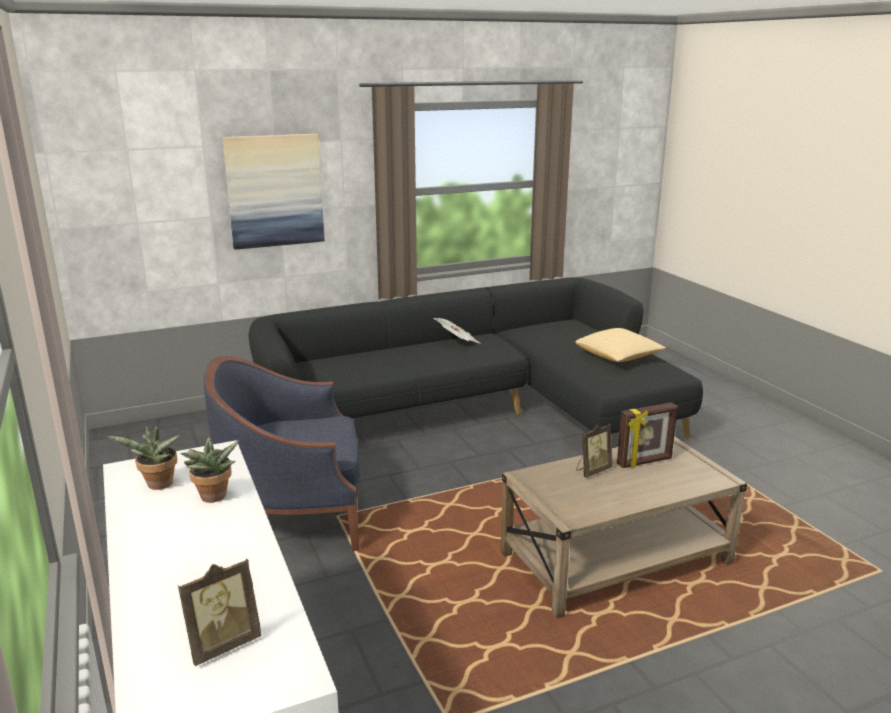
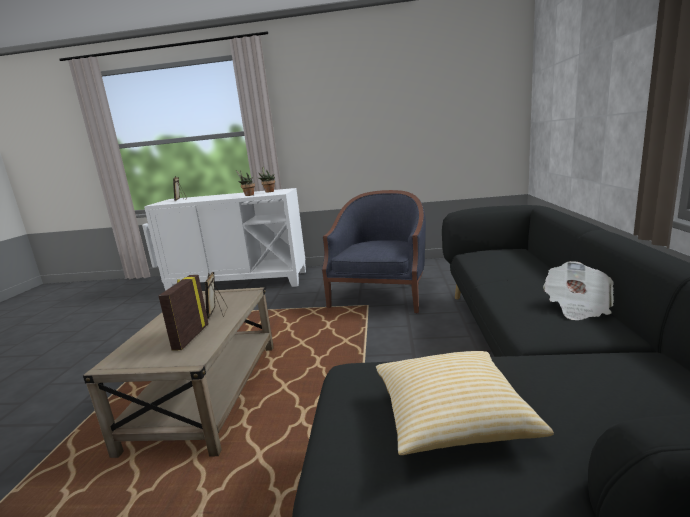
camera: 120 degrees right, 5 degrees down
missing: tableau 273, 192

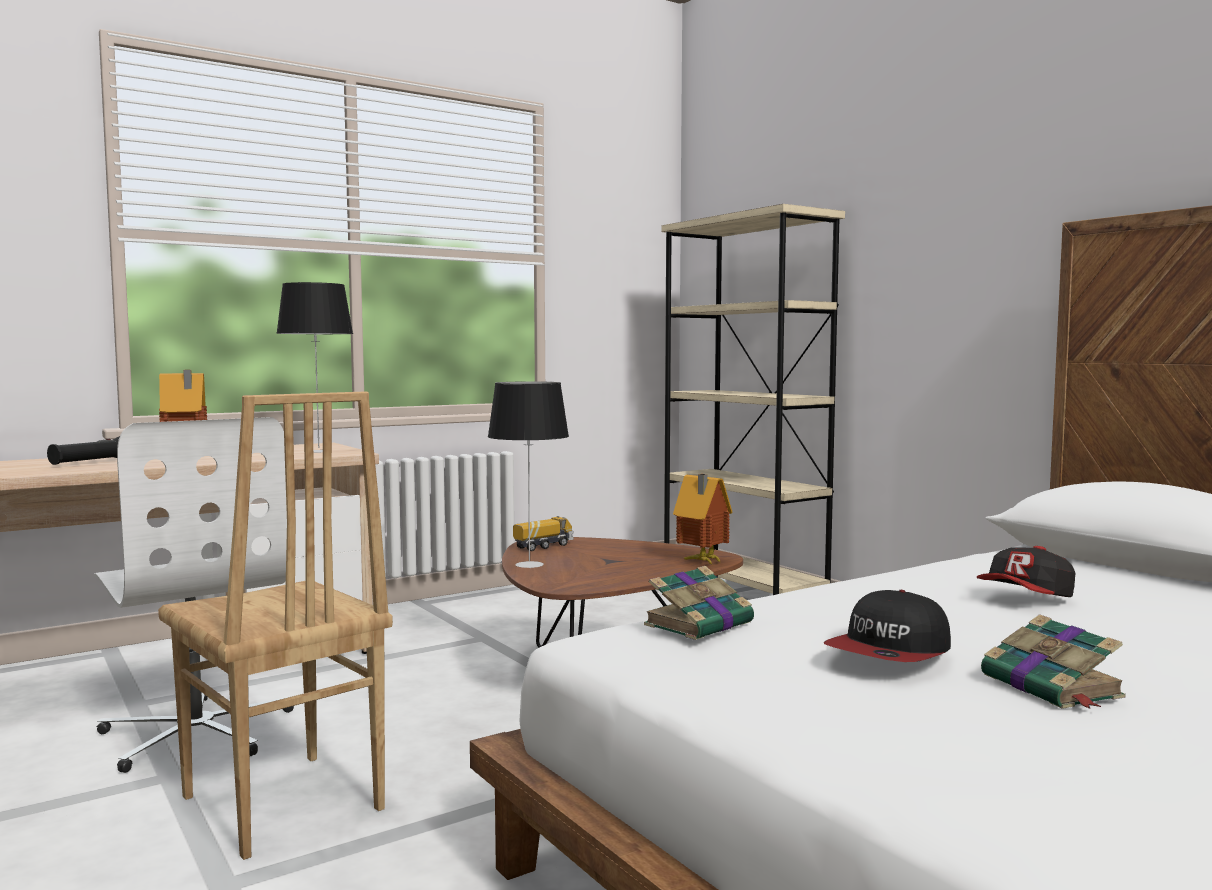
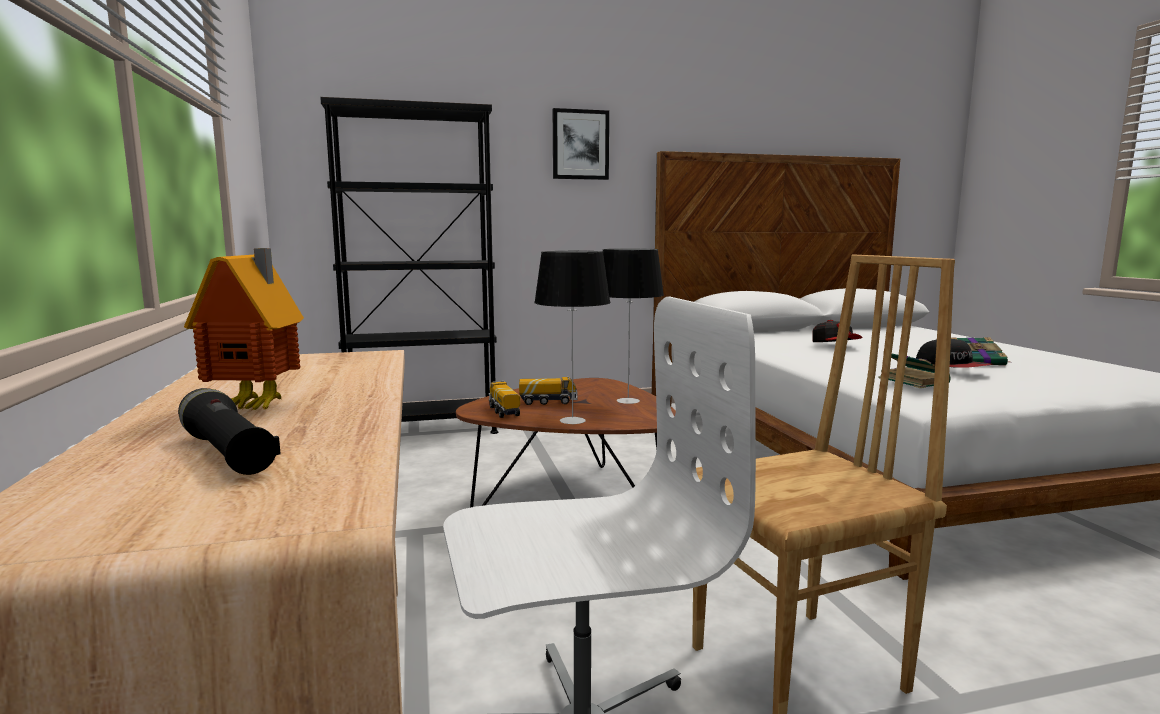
camera: 70 degrees left, 5 degrees up
missing: maison miniature 703, 519
appeared: camion jouet 548, 390; tableau 581, 144
relocated: lampe de table 314, 367 to 633, 326
colour: bibliothèque/beige 753, 399 to bibliothèque/noir 409, 265

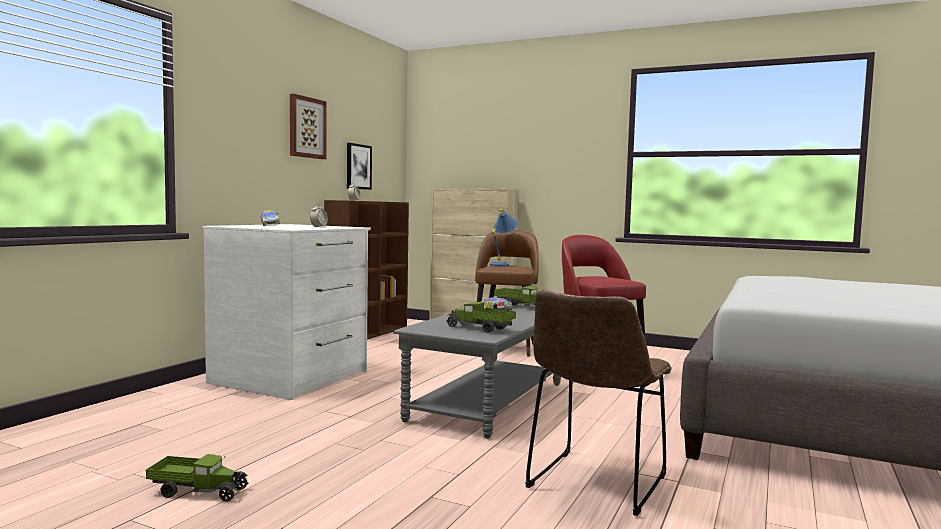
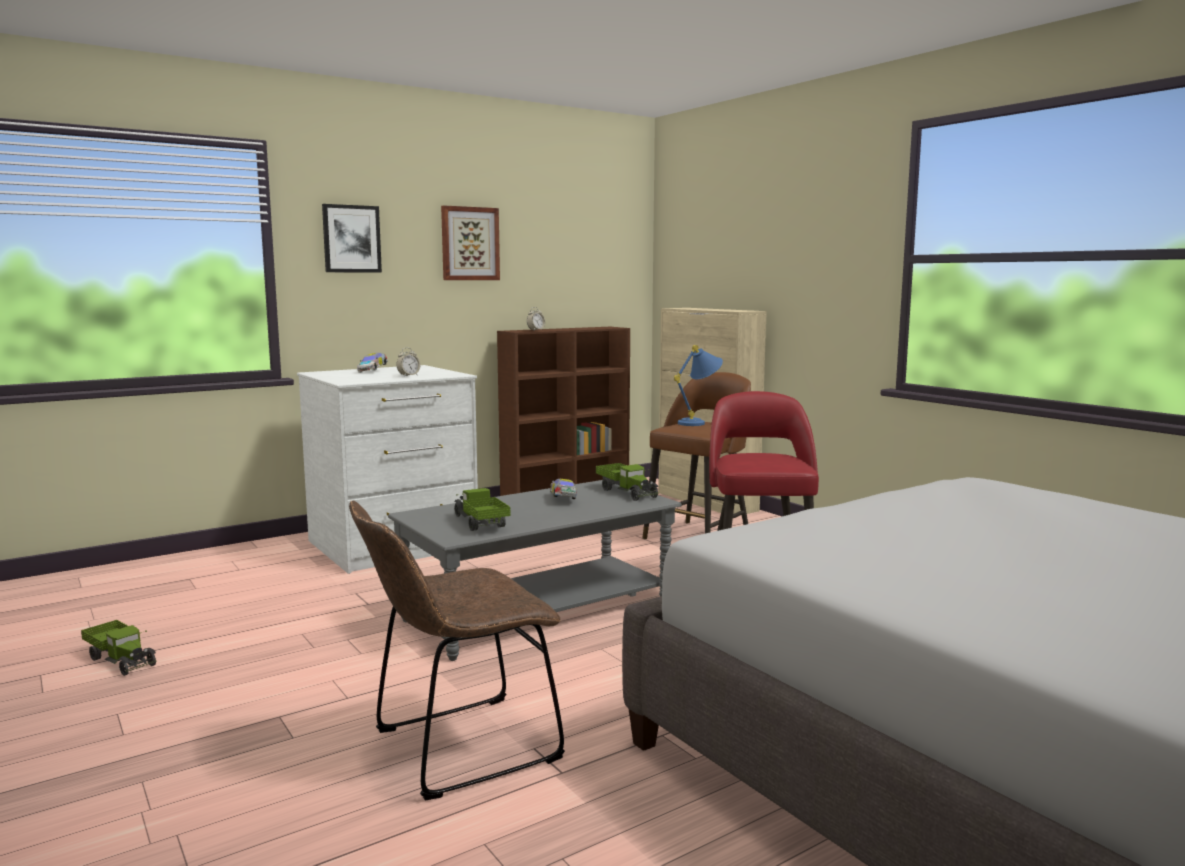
camera: 30 degrees right, 5 degrees up
relocated: tableau 359, 166 to 352, 238

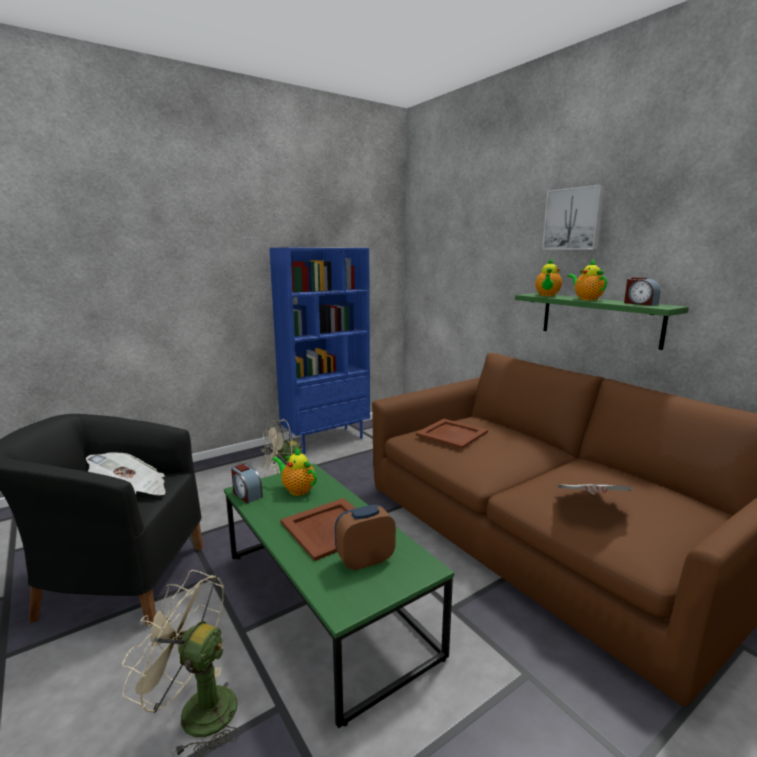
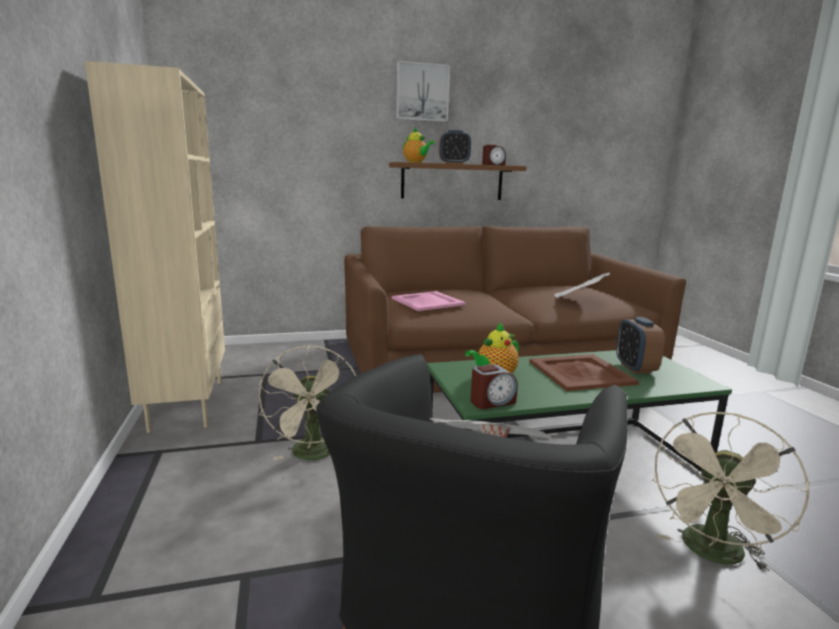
camera: 70 degrees left, 0 degrees up
exchanged: théière 587, 279 to réveil 455, 147
colour: bibliothèque/bleu 319, 351 to bibliothèque/beige 155, 247; plateau/marron 452, 434 to plateau/rose 429, 301; étagère/vert 602, 321 to étagère/marron 458, 181

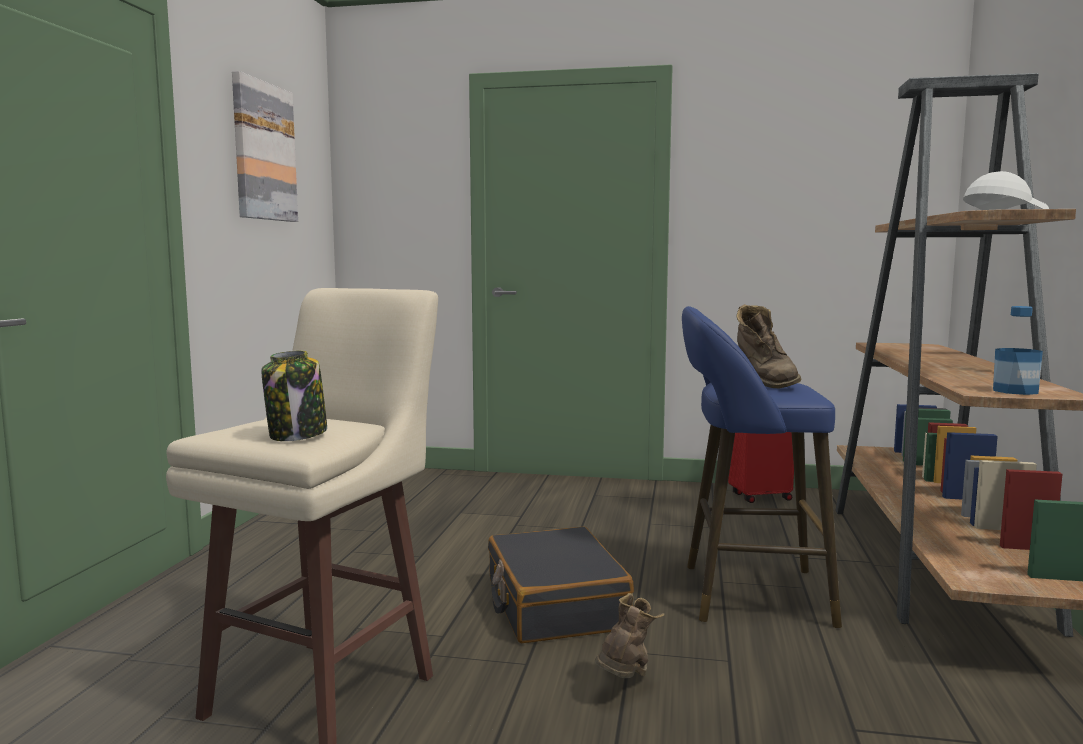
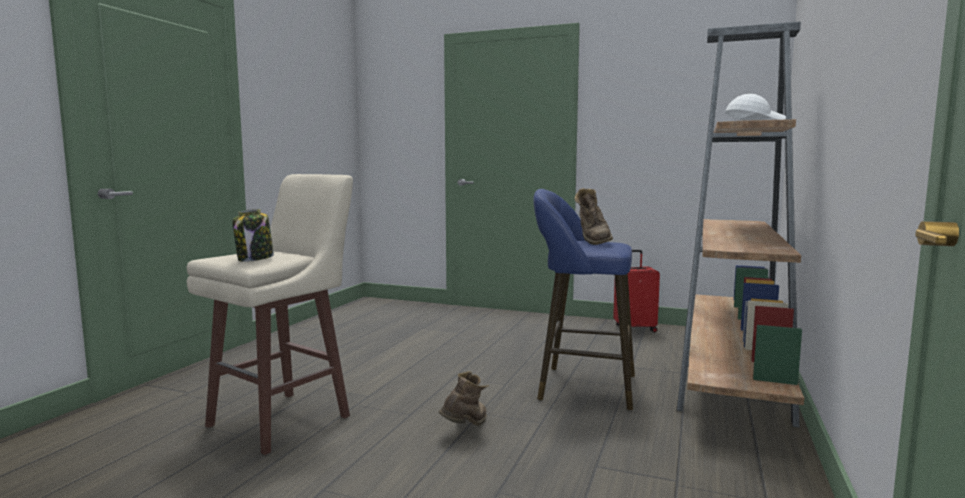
camera: 10 degrees right, 0 degrees up
missing: tableau 265, 146; valise/noir 561, 585; bouteille 1018, 350

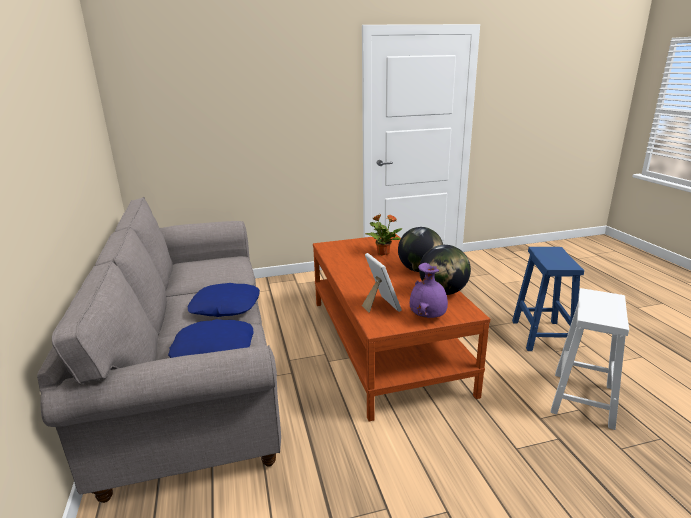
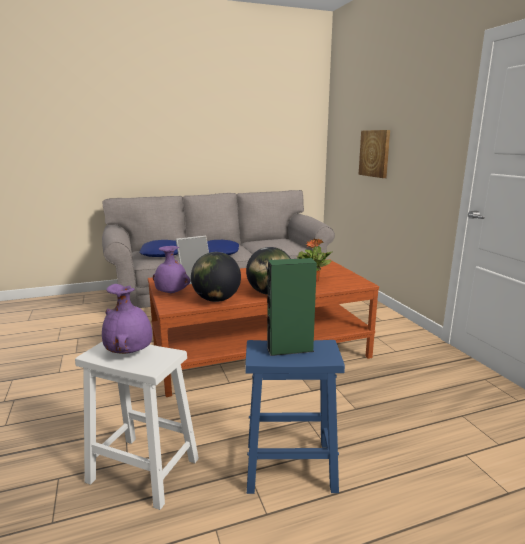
camera: 85 degrees right, 5 degrees down
appeared: vase/violet 127, 319; enceinte/vert 292, 307; tableau 374, 154

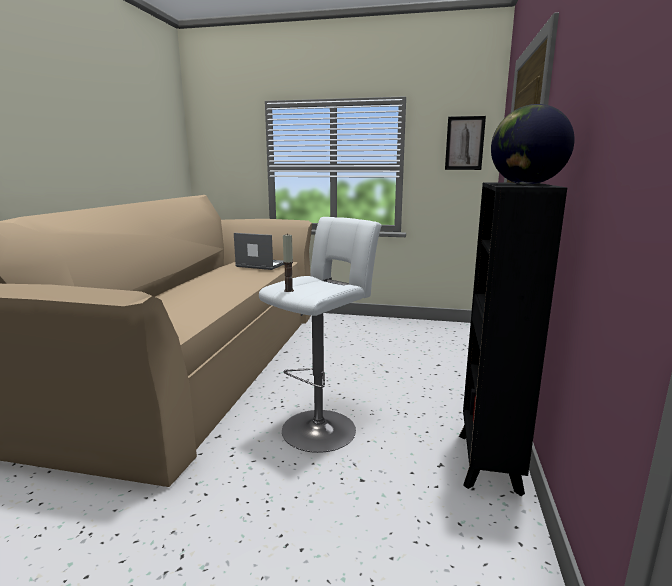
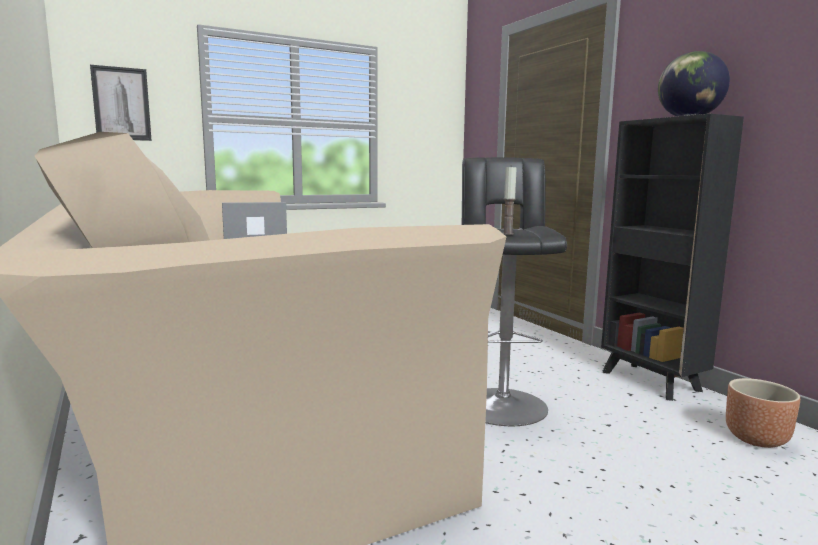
camera: 40 degrees left, 5 degrees down
appeared: cache-pot/marron 763, 413
relocated: tableau 465, 143 to 121, 103
colour: tabouret/blanc 320, 335 to tabouret/noir 514, 291

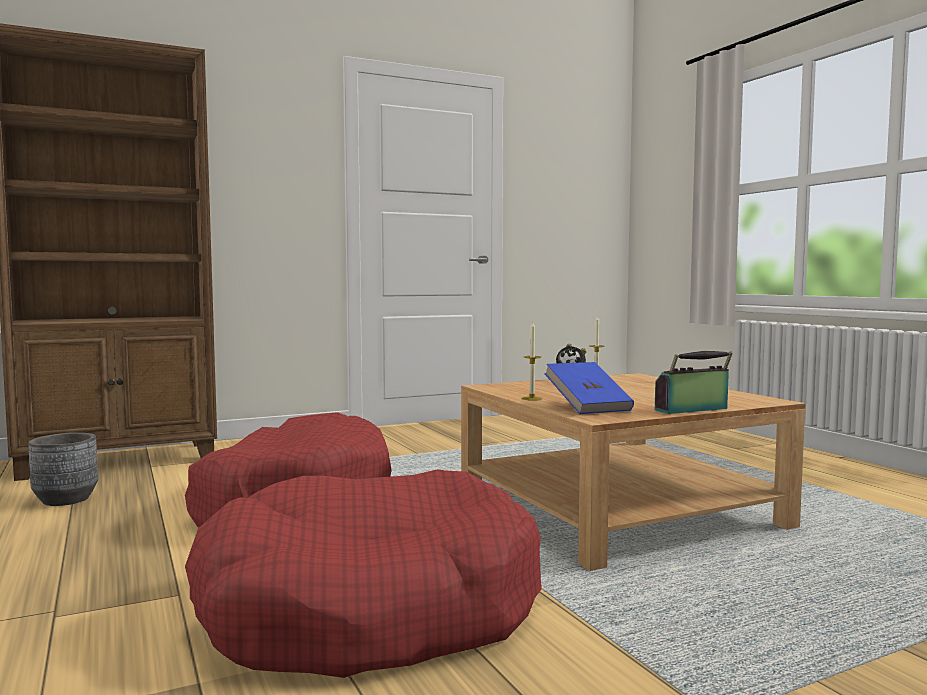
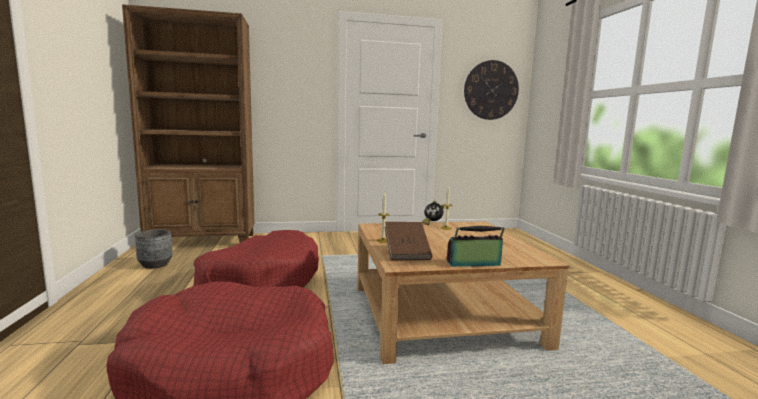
camera: 15 degrees right, 5 degrees up
appeared: horloge murale 491, 90
colour: livre/bleu 589, 388 to livre/marron 408, 241

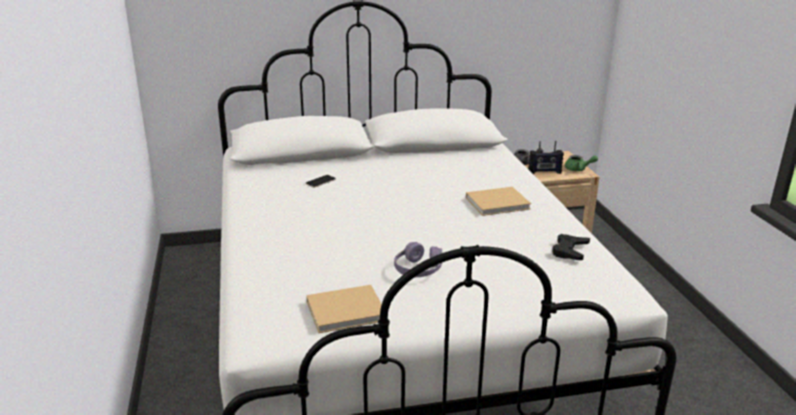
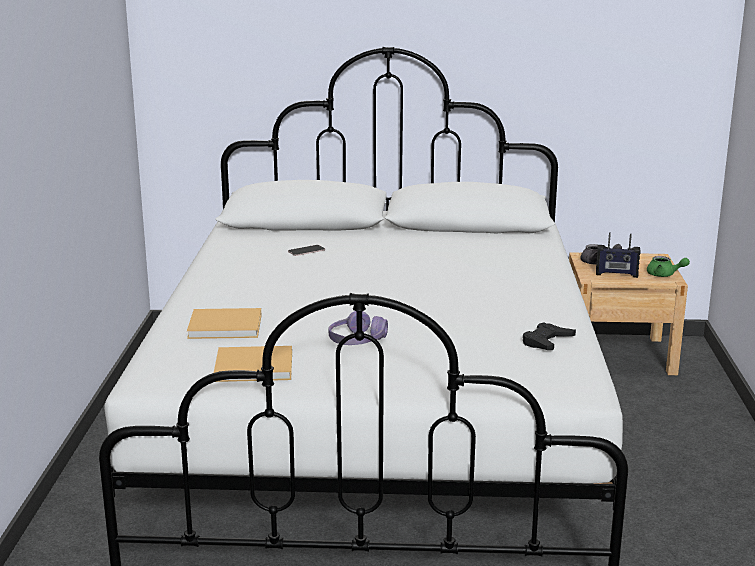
camera: 15 degrees right, 5 degrees down
relocated: livre/beige 498, 201 to 224, 323

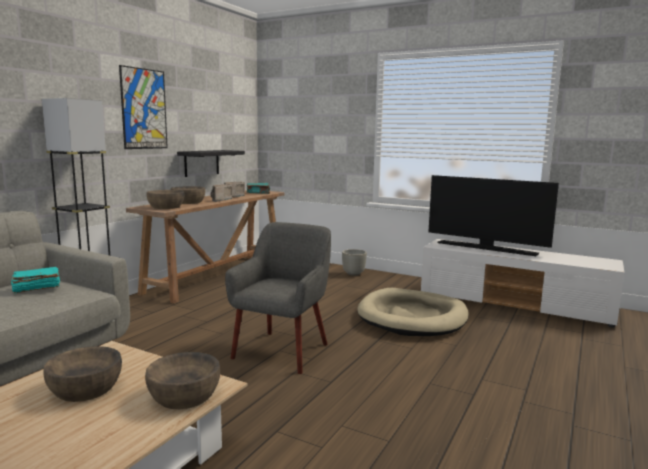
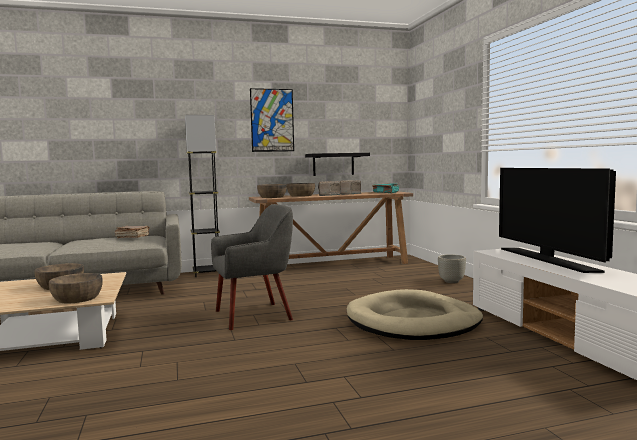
camera: 45 degrees right, 5 degrees down
colour: livre/turquoise 35, 280 to livre/marron 132, 232

